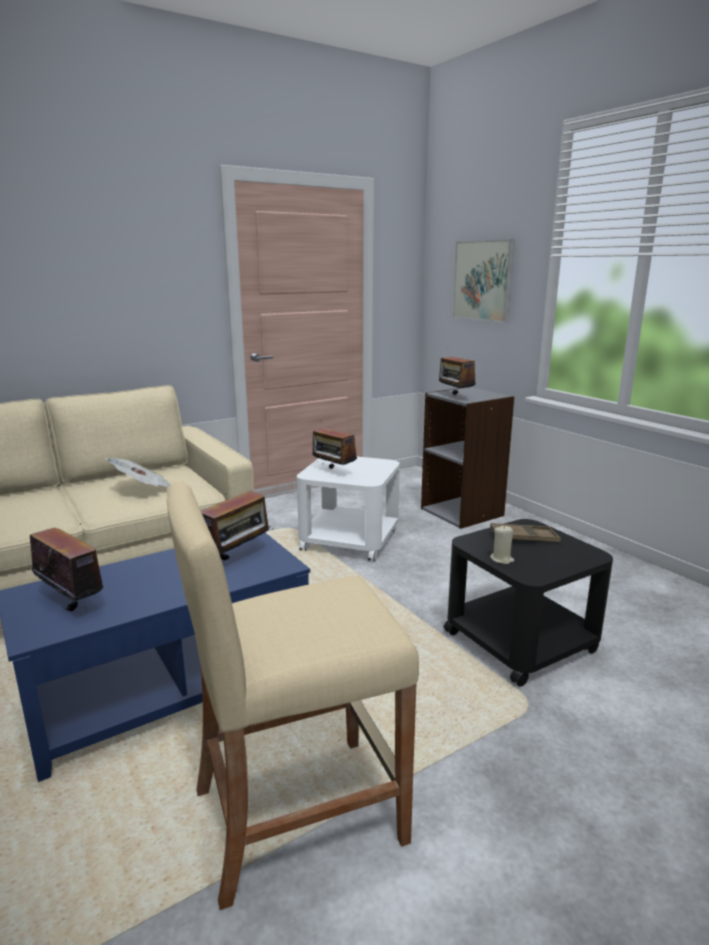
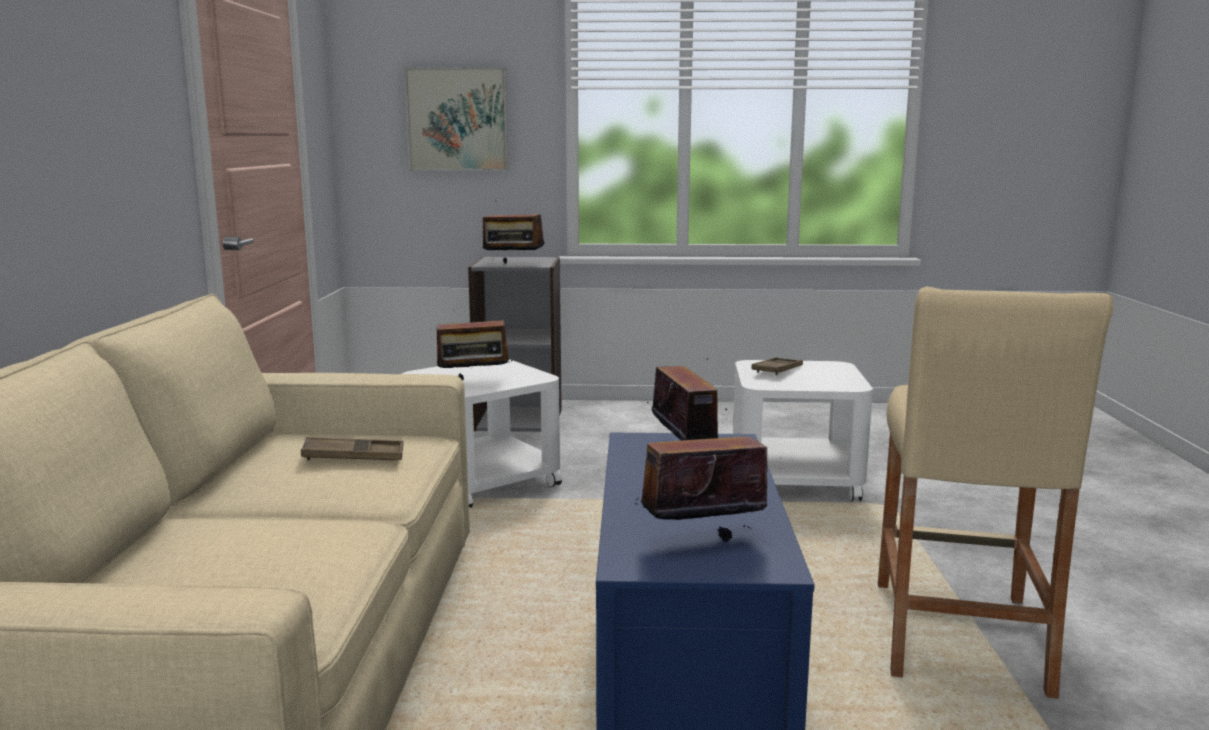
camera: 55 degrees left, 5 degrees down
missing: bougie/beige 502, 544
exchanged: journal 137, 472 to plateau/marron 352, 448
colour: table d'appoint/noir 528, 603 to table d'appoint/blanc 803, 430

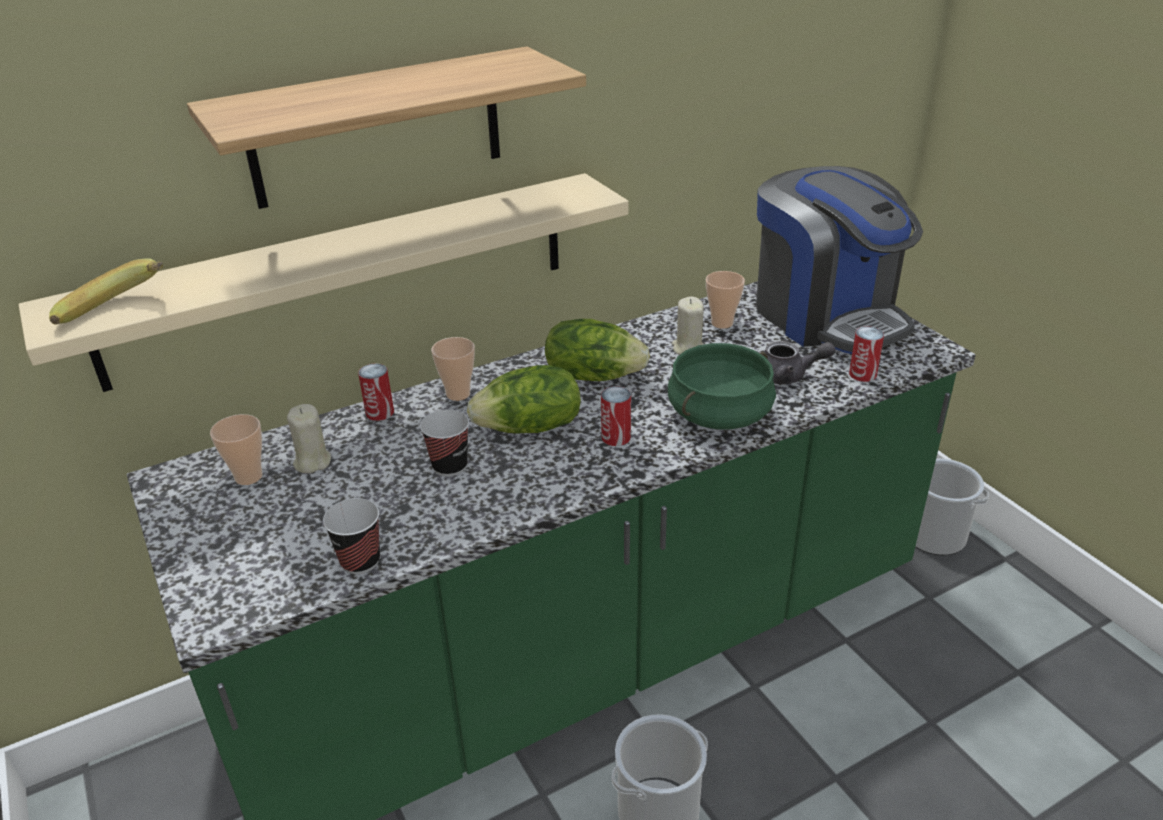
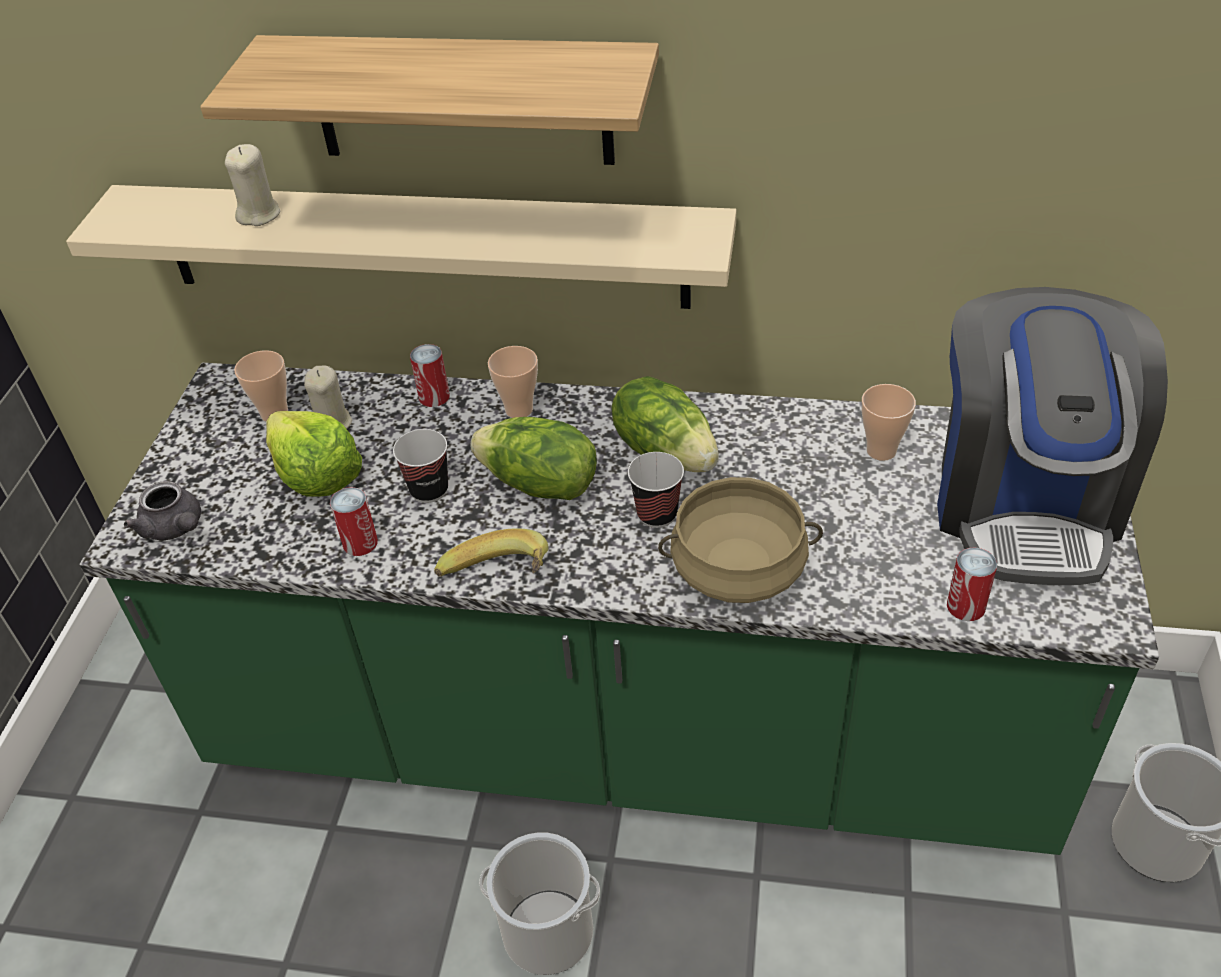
camera: 40 degrees right, 10 degrees up
appeared: laitue 314, 454
relocated: banane 106, 291 to 491, 553; tasse 351, 536 to 656, 490; boîte métallique 616, 416 to 354, 521; bougie/beige 688, 326 to 252, 185; théière/gris 799, 362 to 162, 510
colour: marmite/vert 722, 386 to marmite/beige 740, 540

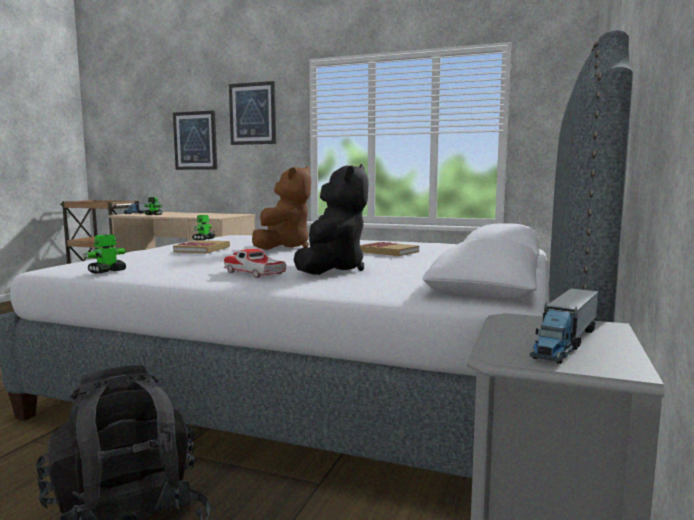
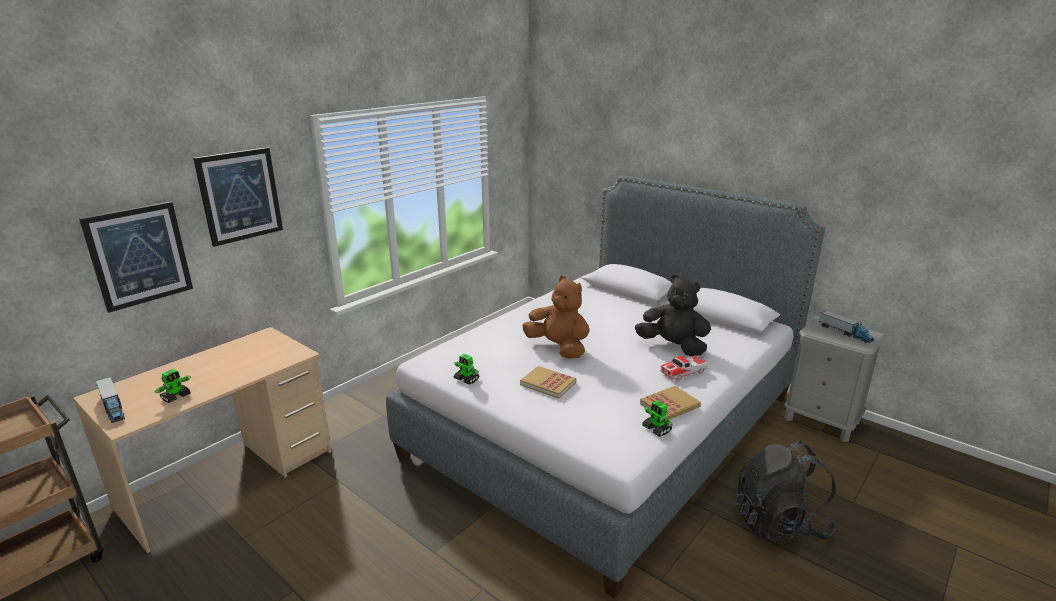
camera: 70 degrees left, 15 degrees up
relocated: livre 389, 249 to 670, 403

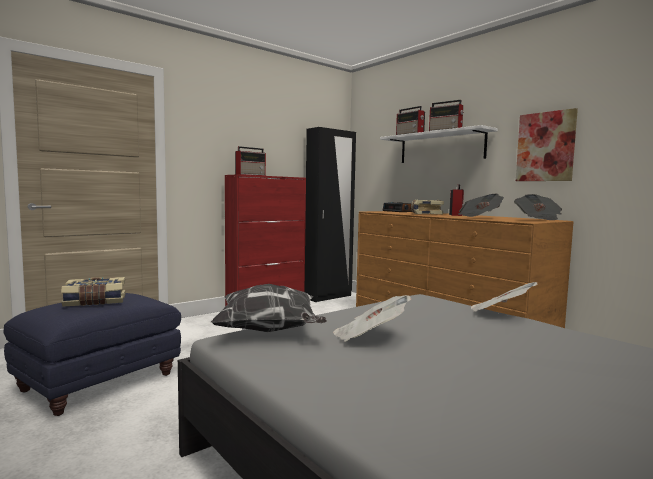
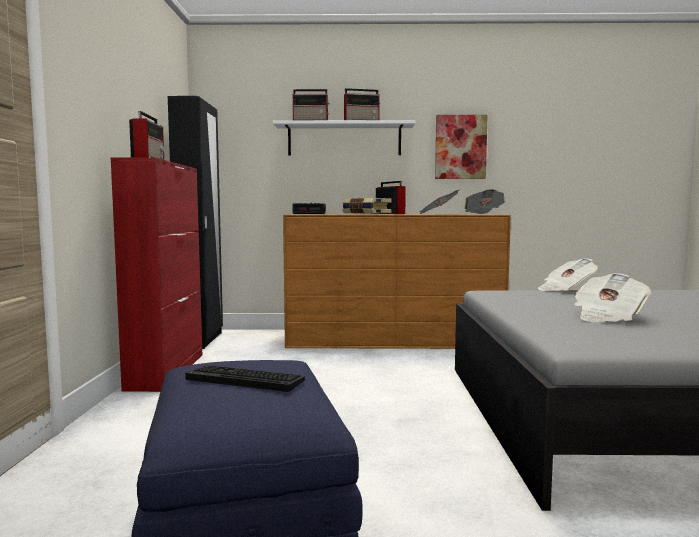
camera: 50 degrees left, 0 degrees up
missing: coussin 269, 308
exchanged: livre 93, 291 to clavier 245, 378

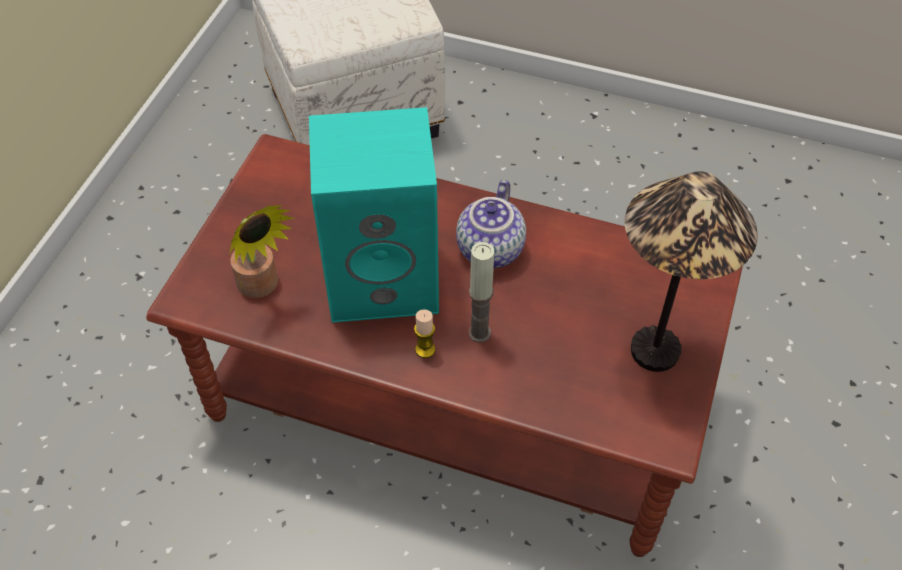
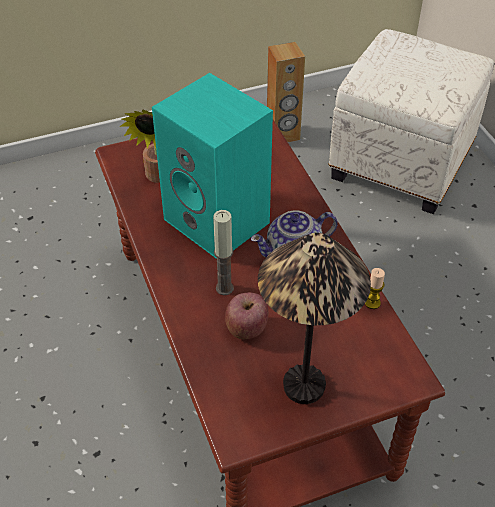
camera: 50 degrees right, 5 degrees down
appeared: pomme 246, 315; enceinte/marron 286, 92
relocated: bougie 424, 333 to 375, 288

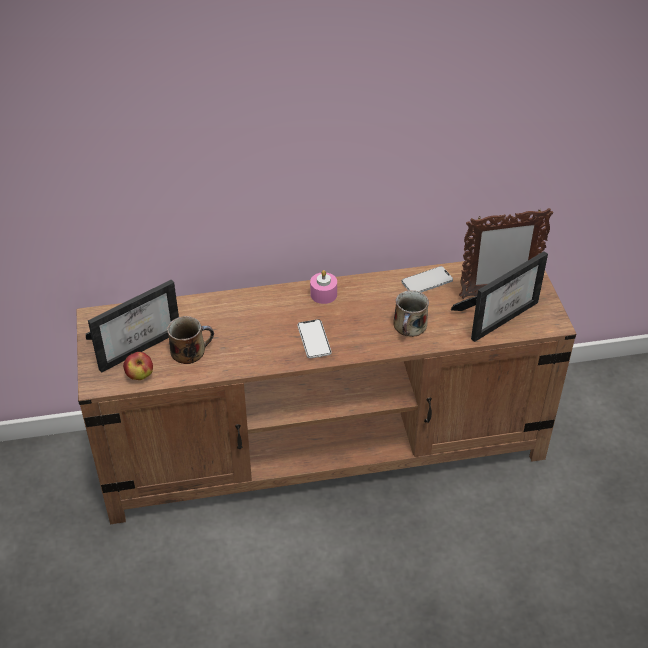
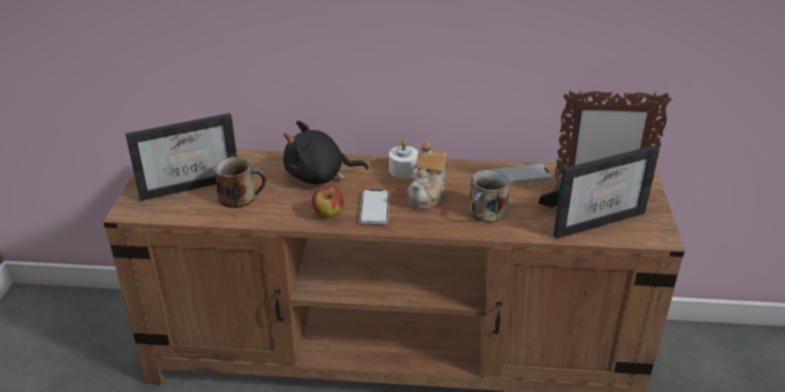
camera: 15 degrees right, 10 degrees down
appeared: peluche/noir 326, 152; théière 427, 176
relocated: pomme 138, 366 to 328, 202
colour: bougie/rose 323, 287 to bougie/blanc 403, 159

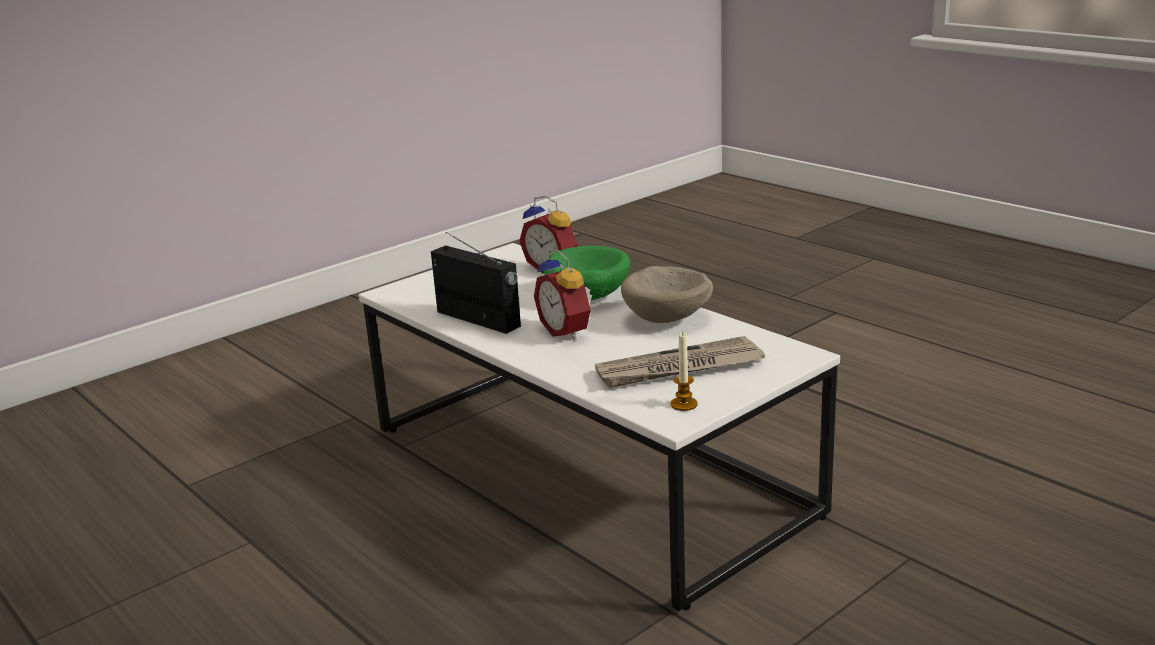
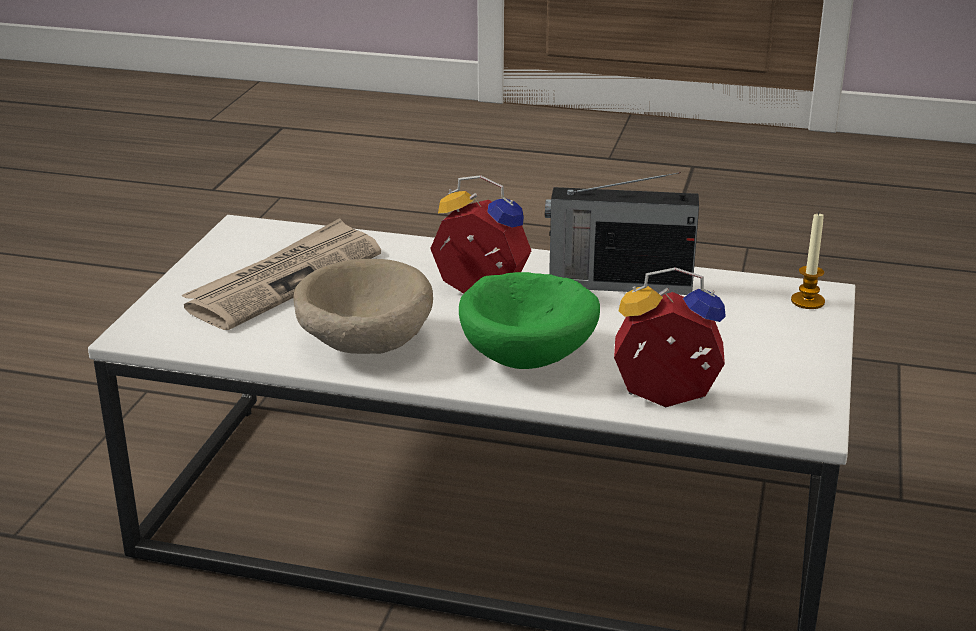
camera: 145 degrees right, 5 degrees up
relocated: bougie 684, 372 to 808, 261

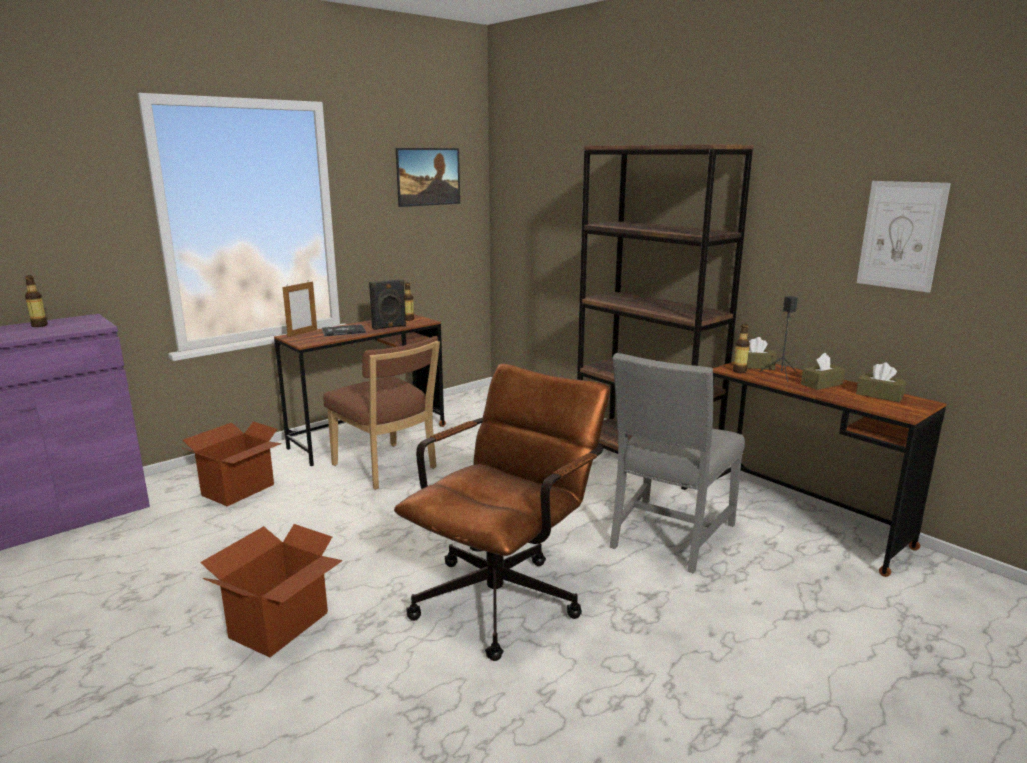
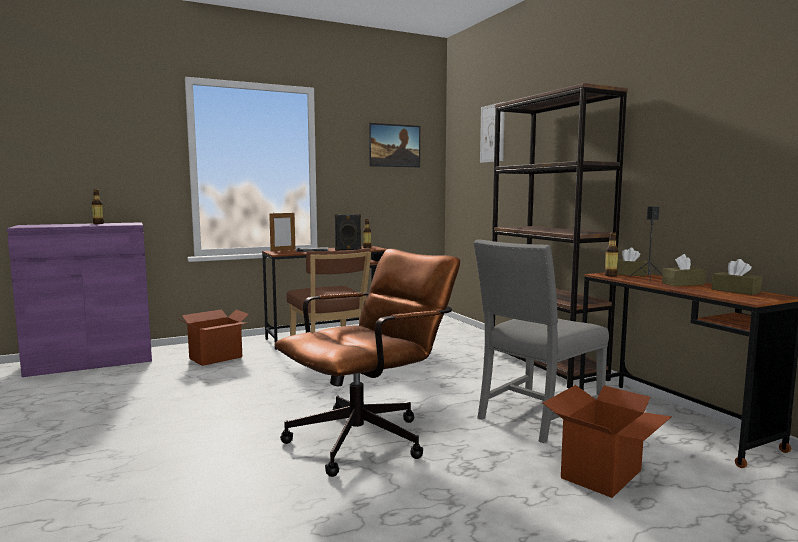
camera: 15 degrees right, 10 degrees down
relocated: carton 271, 590 to 607, 441; tableau 904, 237 to 492, 132

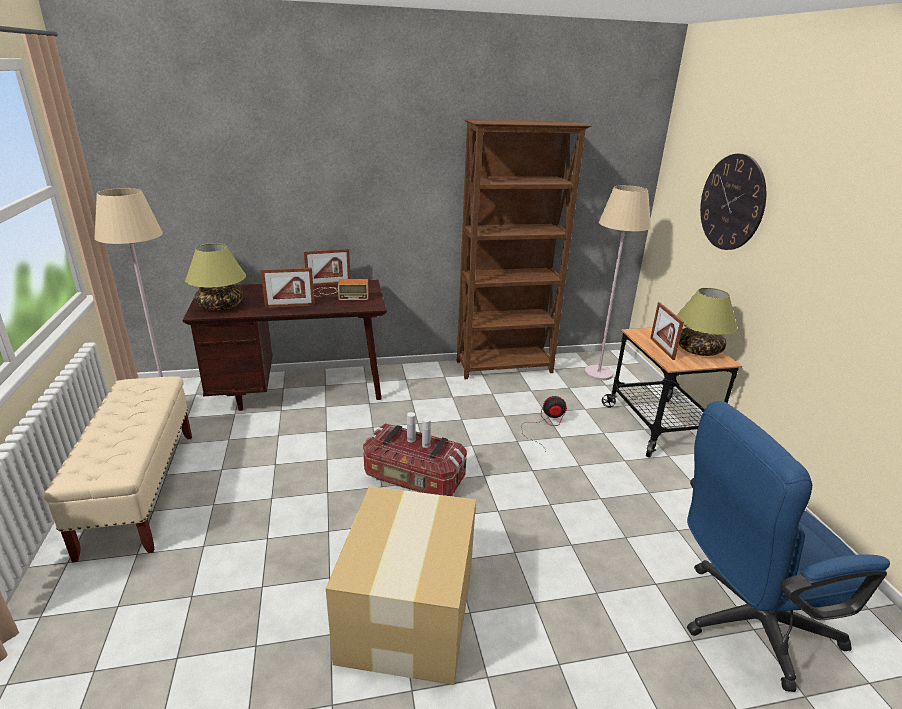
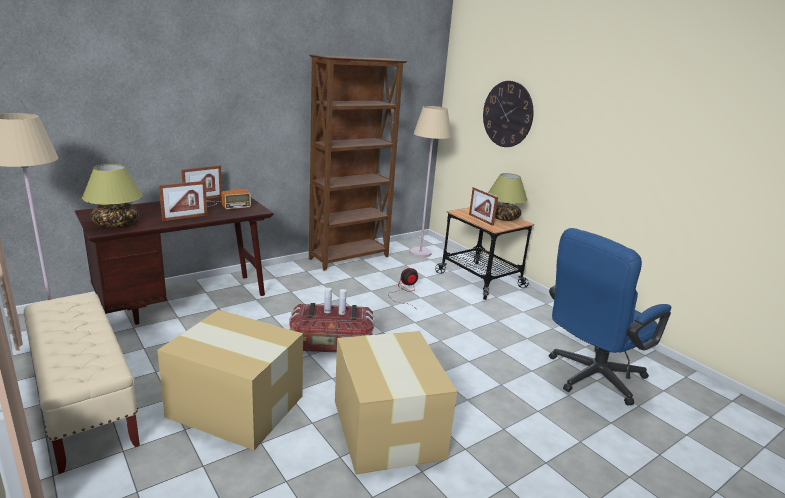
camera: 25 degrees left, 5 degrees down
appeared: carton 230, 380

